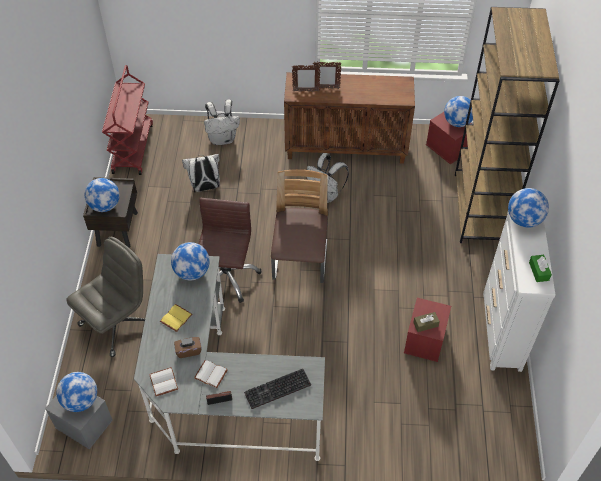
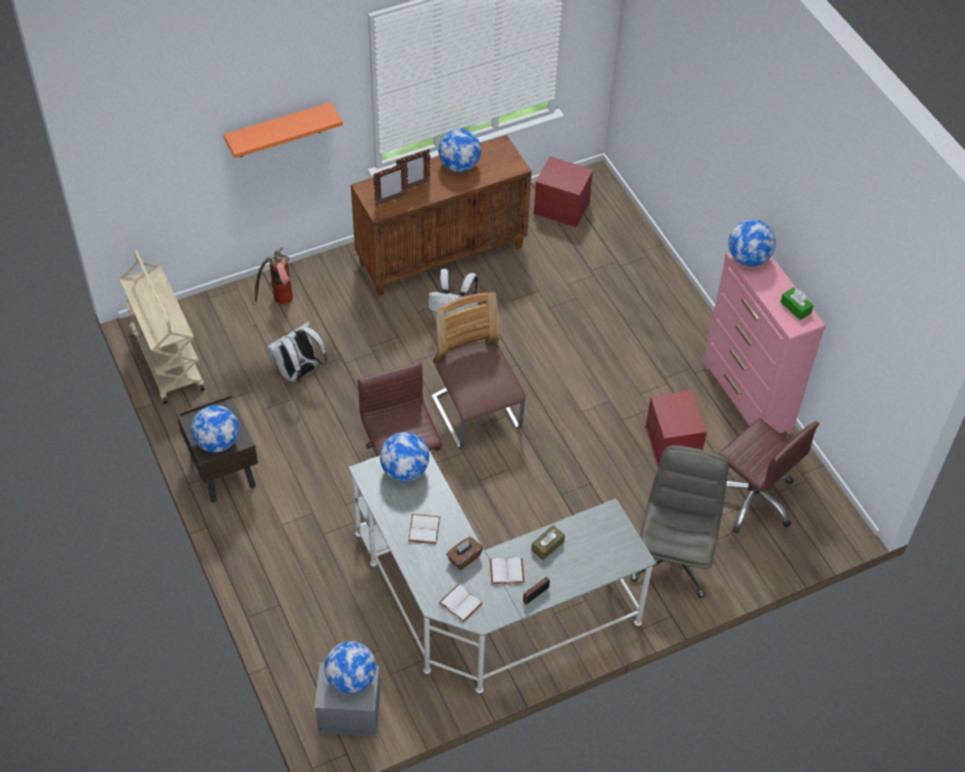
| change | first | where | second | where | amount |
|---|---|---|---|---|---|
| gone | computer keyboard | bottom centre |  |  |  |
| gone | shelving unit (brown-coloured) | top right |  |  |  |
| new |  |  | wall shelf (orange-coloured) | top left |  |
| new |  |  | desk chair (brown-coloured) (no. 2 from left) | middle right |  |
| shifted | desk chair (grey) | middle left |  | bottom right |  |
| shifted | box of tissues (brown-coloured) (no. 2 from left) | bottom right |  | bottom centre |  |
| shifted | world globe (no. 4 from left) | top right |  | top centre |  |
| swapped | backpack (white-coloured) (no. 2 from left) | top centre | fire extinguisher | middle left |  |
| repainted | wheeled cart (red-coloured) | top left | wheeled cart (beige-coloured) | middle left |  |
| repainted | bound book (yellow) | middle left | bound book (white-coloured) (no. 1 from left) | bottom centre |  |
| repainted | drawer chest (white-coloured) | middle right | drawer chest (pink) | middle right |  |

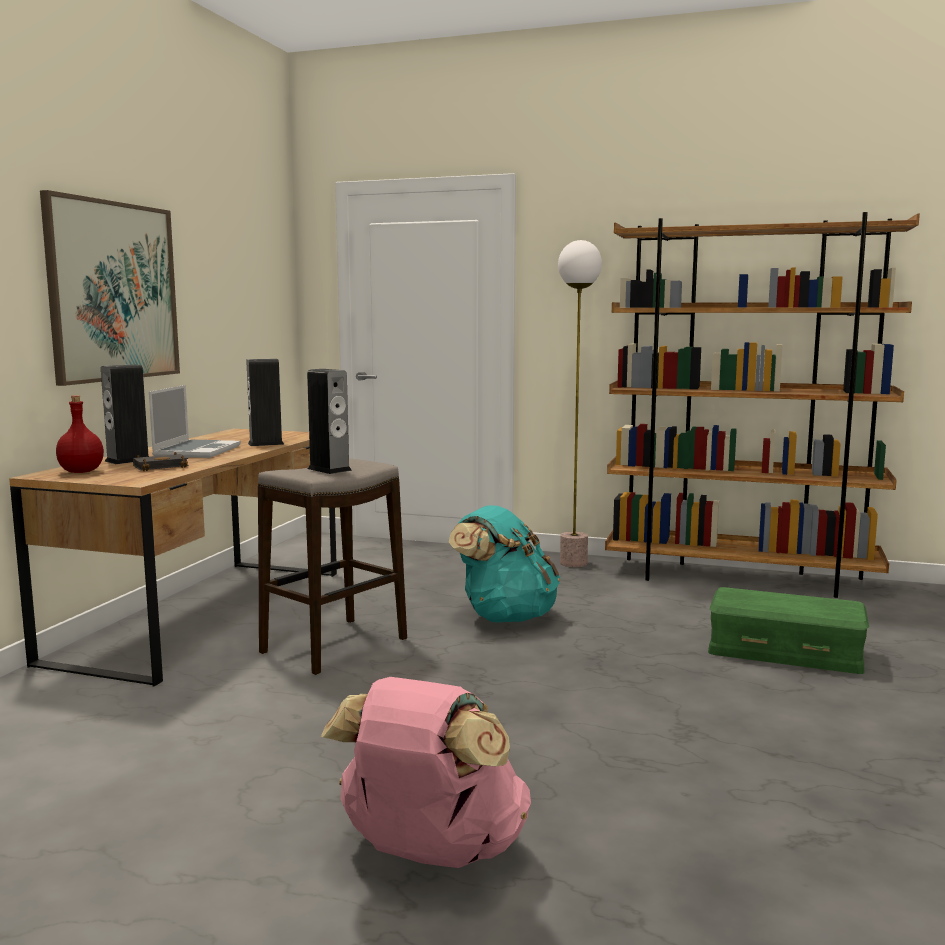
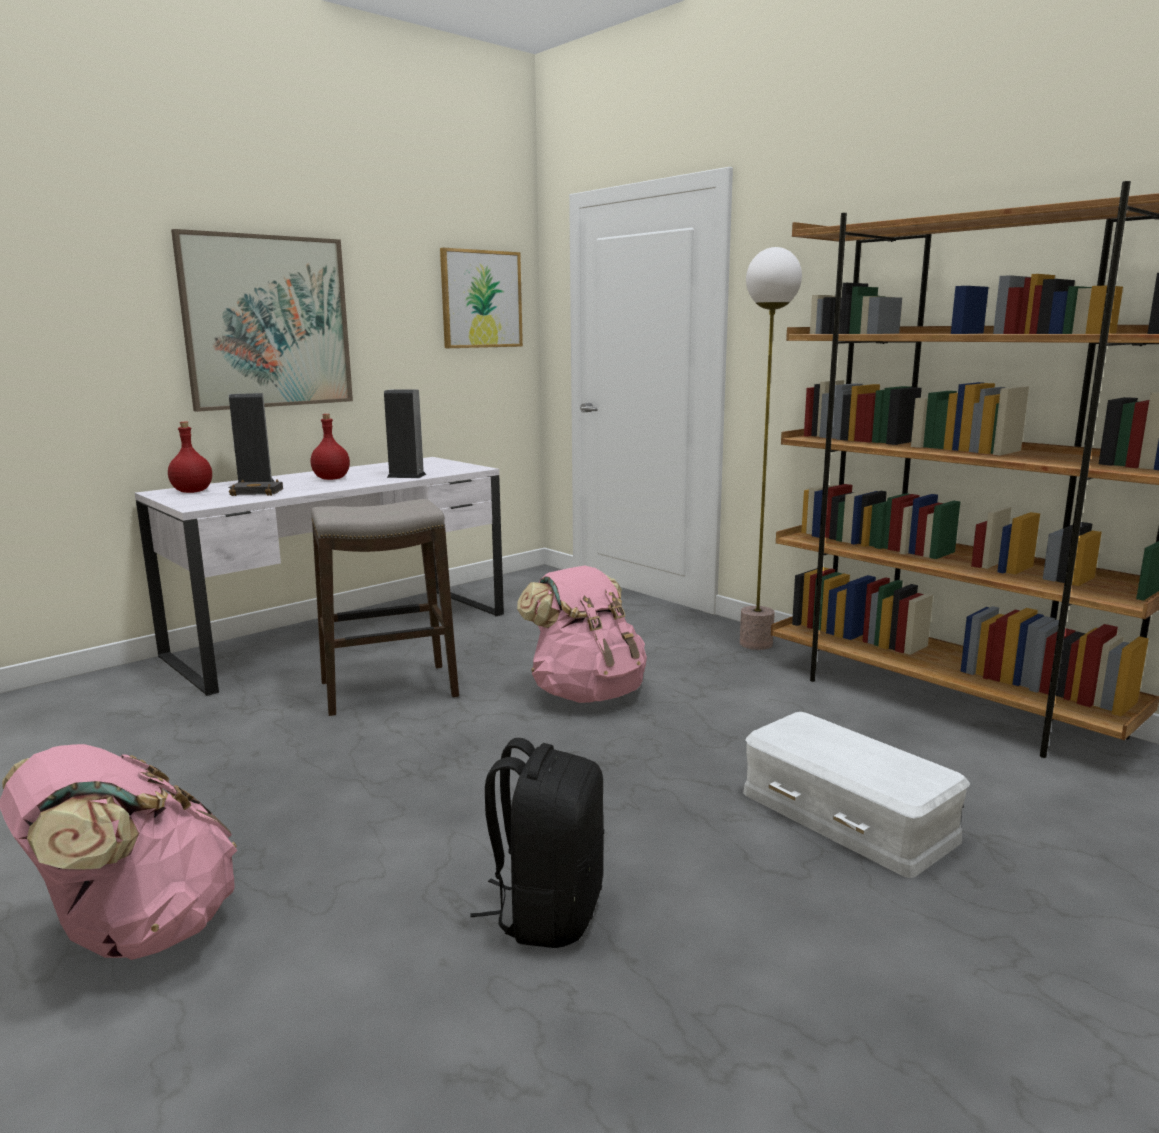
| change | first | where | second | where | amount |
|---|---|---|---|---|---|
| gone | loudspeaker (no. 3 from left) | centre |  |  |  |
| new |  |  | wall picture (no. 2 from left) | top centre |  |
| new |  |  | backpack (blackish) | bottom centre |  |
| swapped | notebook computer | middle left | bottle (red-coloured) (no. 2 from left) | middle left |  |
| repainted | desk table (brown-coloured) | middle left | desk table (white-coloured) | middle left |  |
| repainted | backpack (blue-green) | centre | backpack (pink) (no. 2 from left) | centre |  |
| repainted | storage container (green-coloured) | bottom right | storage container (white-coloured) | bottom right |  |

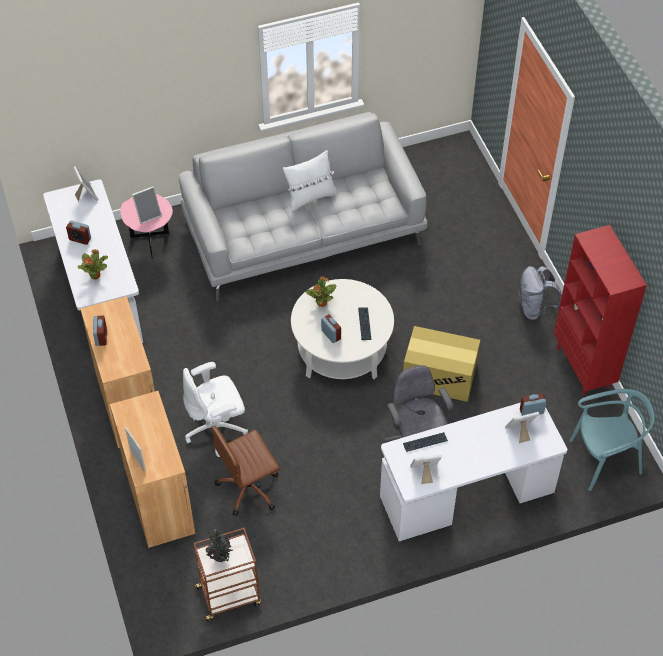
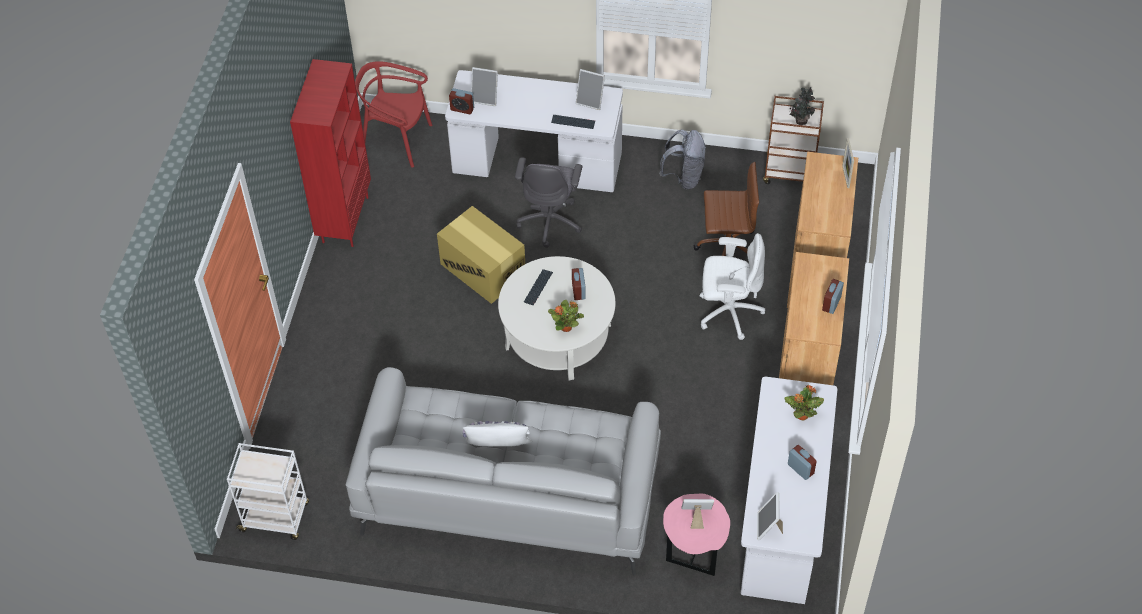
| change | first | where | second | where | amount |
|---|---|---|---|---|---|
| new |  |  | wheeled cart (white-coloured) | bottom left |  |
| shifted | backpack (grey) | middle right |  | top centre |  |
| repainted | upright chair (blue-green) | bottom right | upright chair (red-coloured) | top centre |  |

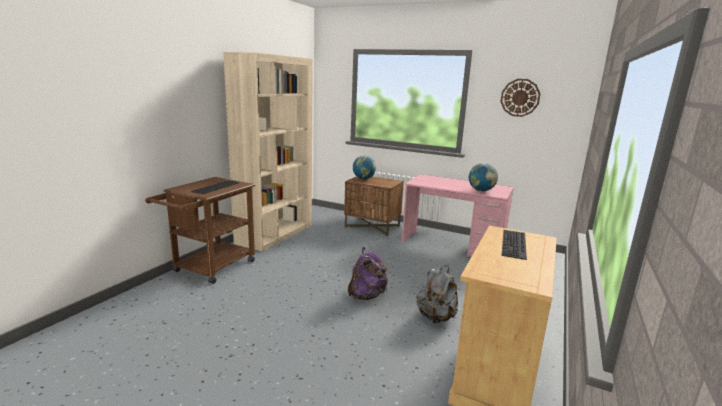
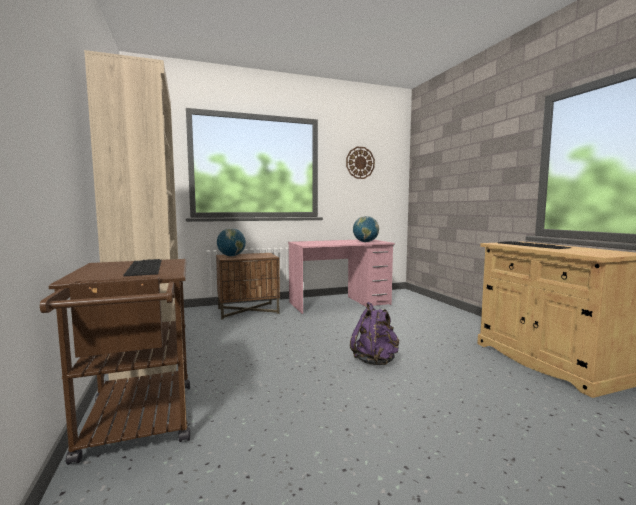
| change | first | where | second | where | amount |
|---|---|---|---|---|---|
| gone | backpack (grey) | bottom centre |  |  |  |

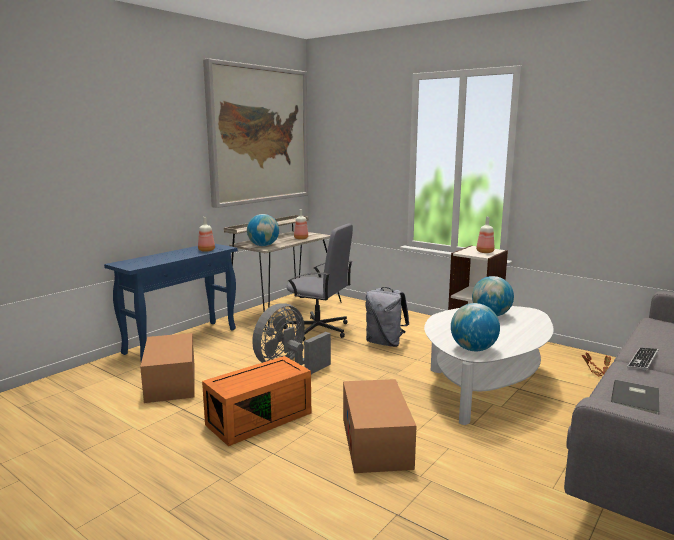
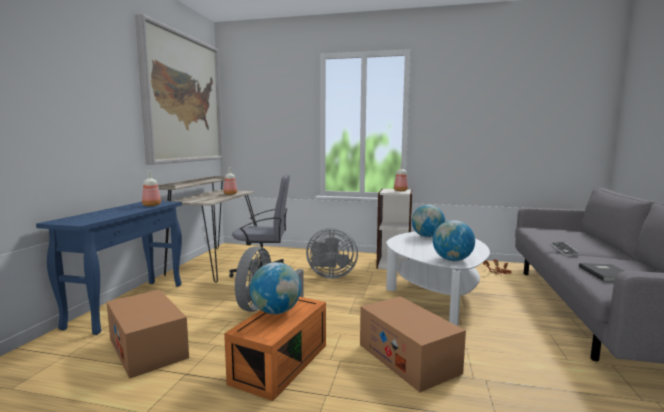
| change | first | where | second | where | amount |
|---|---|---|---|---|---|
| shifted | world globe (no. 1 from left) | centre |  | bottom centre |  |
| swapped | backpack (grey) | centre | electric fan (grey) (no. 2 from left) | centre |  |

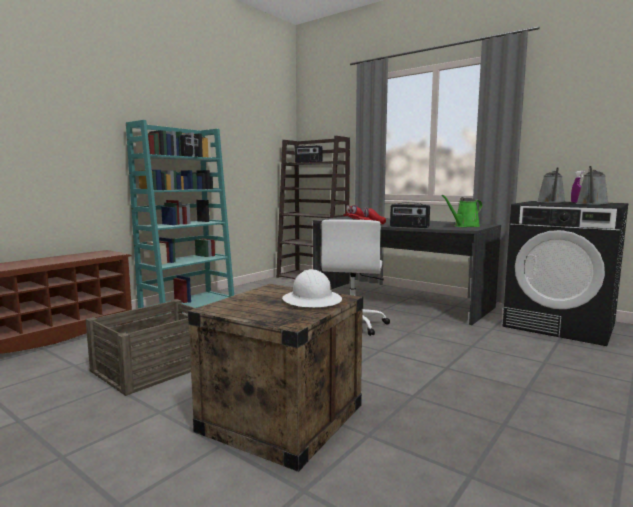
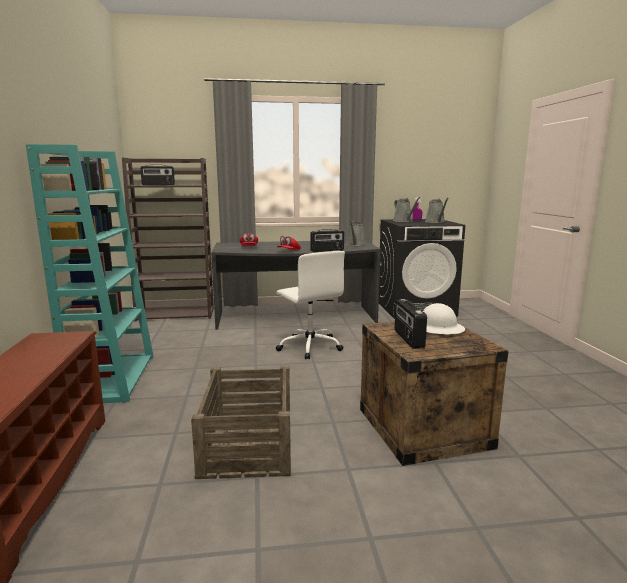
| change | first | where | second | where | amount |
|---|---|---|---|---|---|
| new |  |  | radio receiver (no. 4 from left) | centre |  |
| repainted | watering pot (green-coloured) | middle right | watering pot (grey) (no. 1 from left) | centre |  |

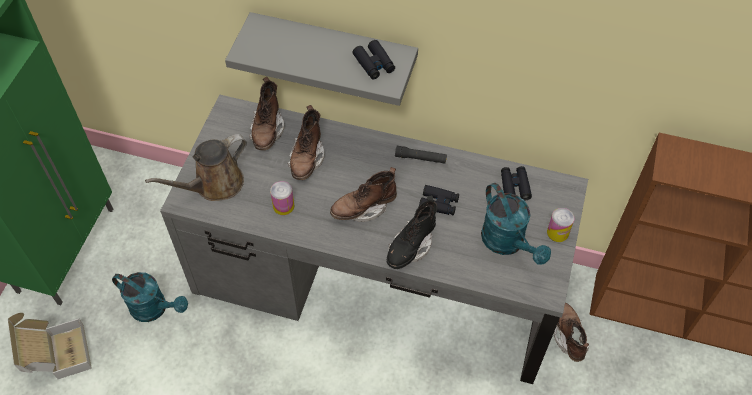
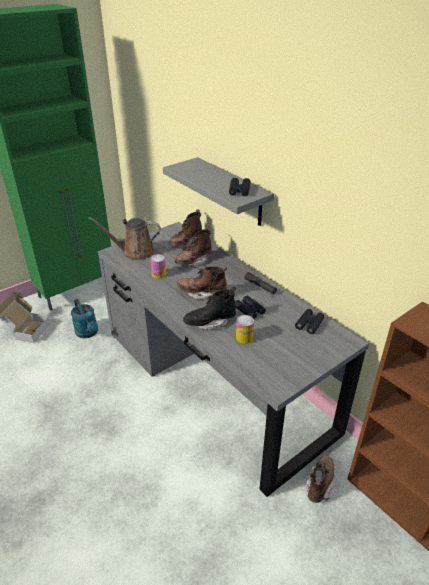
| change | first | where | second | where | amount |
|---|---|---|---|---|---|
| gone | watering pot (blue-green) (no. 2 from left) | middle right |  |  |  |
| shifted | can (no. 2 from left) | middle right |  | centre |  |

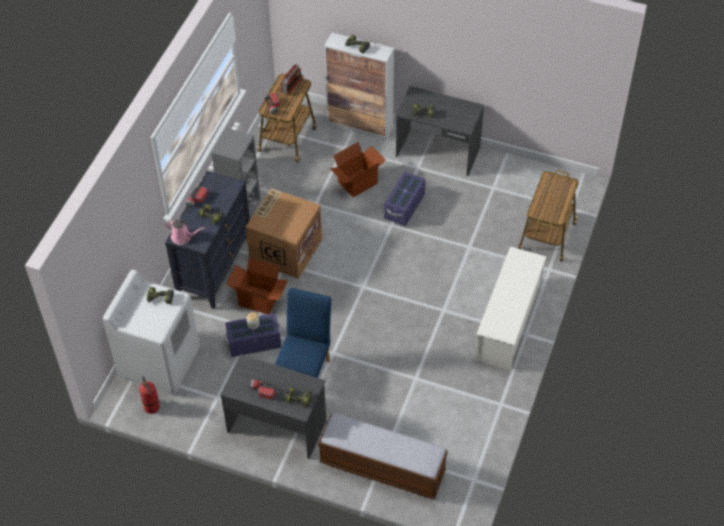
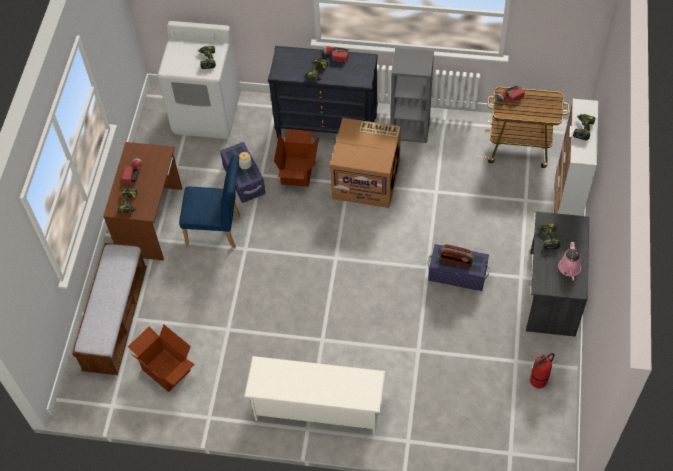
| change | first | where | second | where | amount |
|---|---|---|---|---|---|
| gone | wheeled cart (no. 2 from left) | middle right |  |  |  |
| shifted | fire extinguisher | bottom left |  | bottom right |  |
| shifted | watering pot (pink) | middle left |  | middle right |  |
| shifted | radio receiver | top centre |  | middle right |  |
| shifted | carton (no. 3 from left in the first image) | top centre | carton (no. 1 from left) | bottom left |  |
| repainted | desk table (grey) (no. 1 from left) | bottom centre | desk table (brown-coloured) | middle left |  |

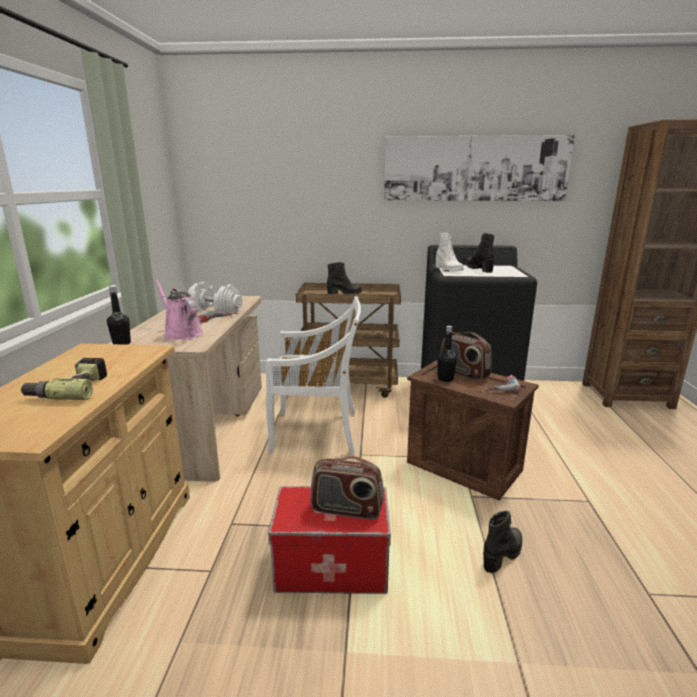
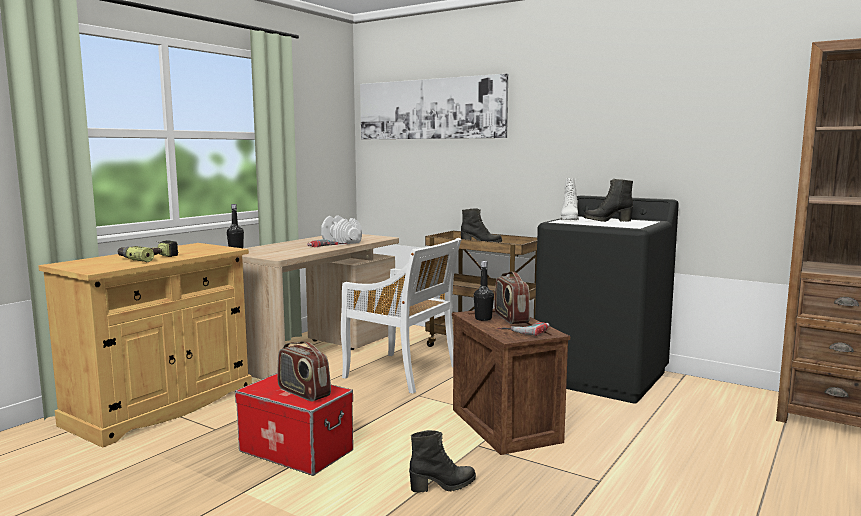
| change | first | where | second | where | amount |
|---|---|---|---|---|---|
| gone | watering pot (pink) | middle left |  |  |  |
| shifted | wall picture | top right |  | top centre |  |
| rotated | high-top boot (blackish) (no. 2 from left in the first image) | middle right | high-top boot (blackish) (no. 3 from left) | middle right | 105 degrees counterclockwise |

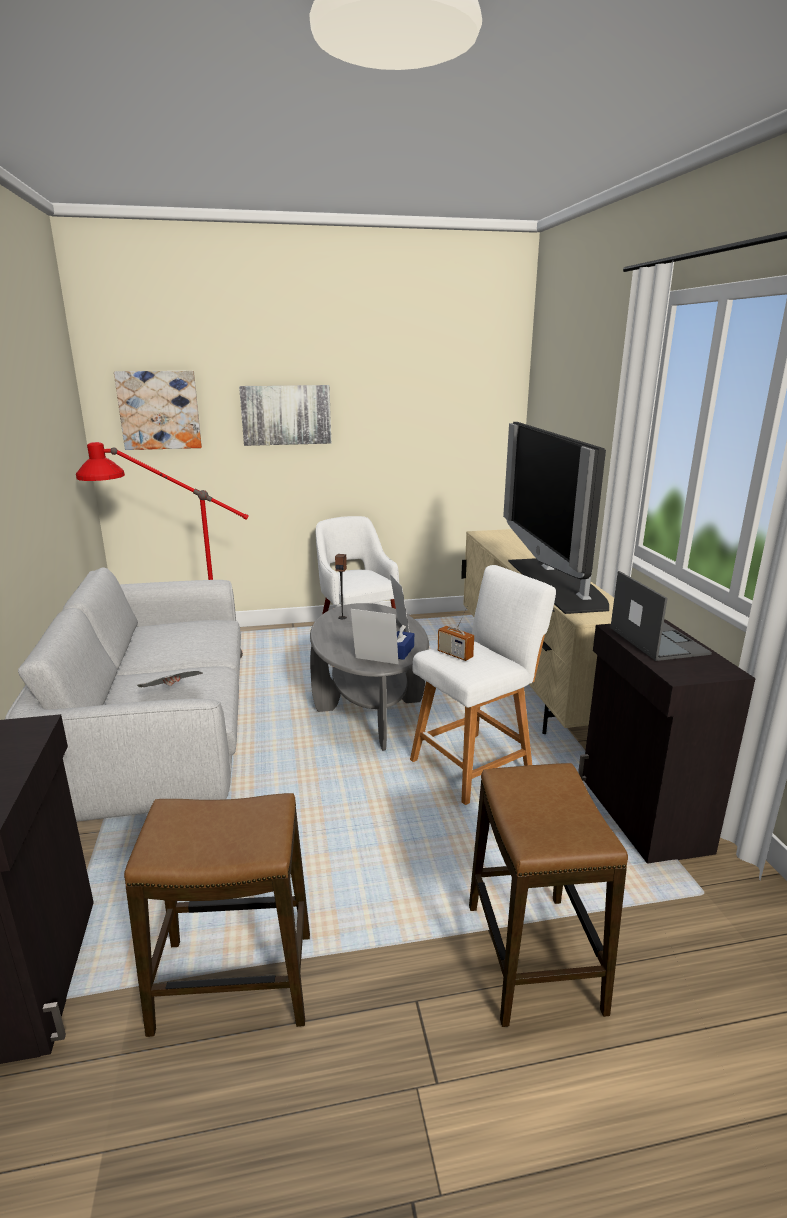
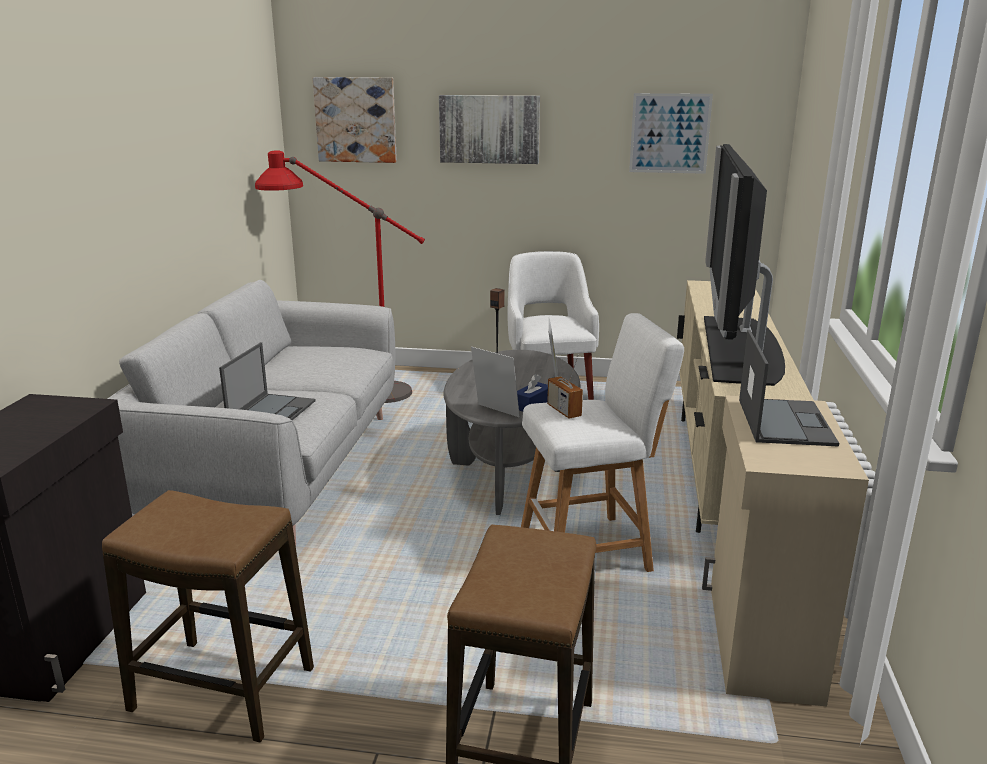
| change | first | where | second | where | amount |
|---|---|---|---|---|---|
| new |  |  | wall picture (no. 3 from left) | top right |  |
| swapped | daily paper | middle left | notebook computer (no. 1 from left) | middle left |  |
| repainted | cabinet (blackish) (no. 2 from left) | middle right | cabinet (beige-coloured) | bottom right |  |

